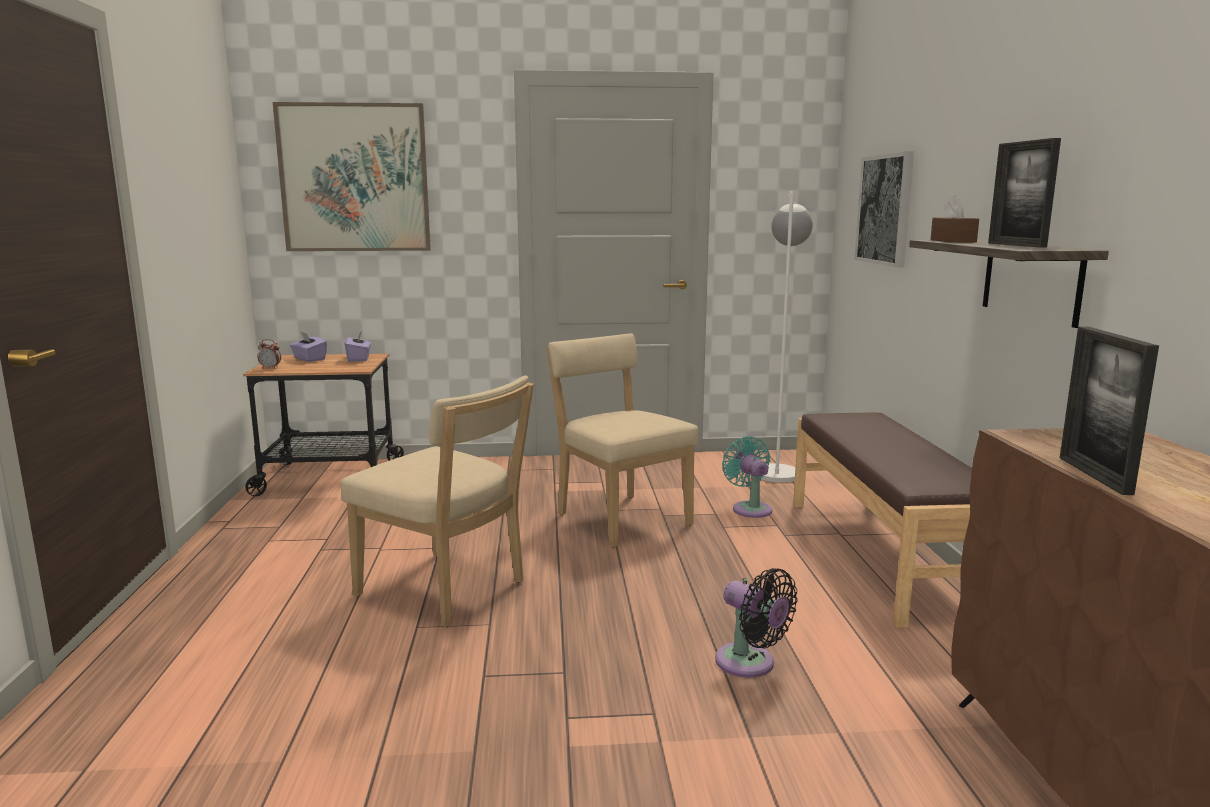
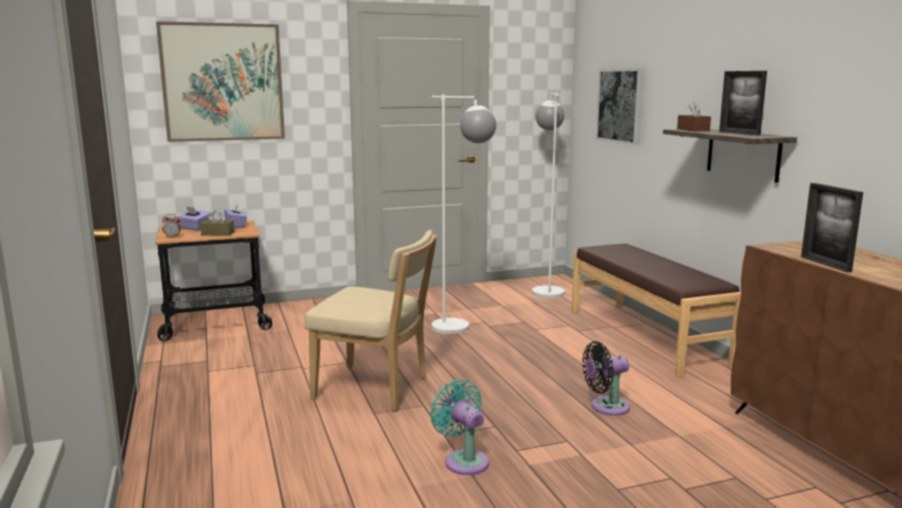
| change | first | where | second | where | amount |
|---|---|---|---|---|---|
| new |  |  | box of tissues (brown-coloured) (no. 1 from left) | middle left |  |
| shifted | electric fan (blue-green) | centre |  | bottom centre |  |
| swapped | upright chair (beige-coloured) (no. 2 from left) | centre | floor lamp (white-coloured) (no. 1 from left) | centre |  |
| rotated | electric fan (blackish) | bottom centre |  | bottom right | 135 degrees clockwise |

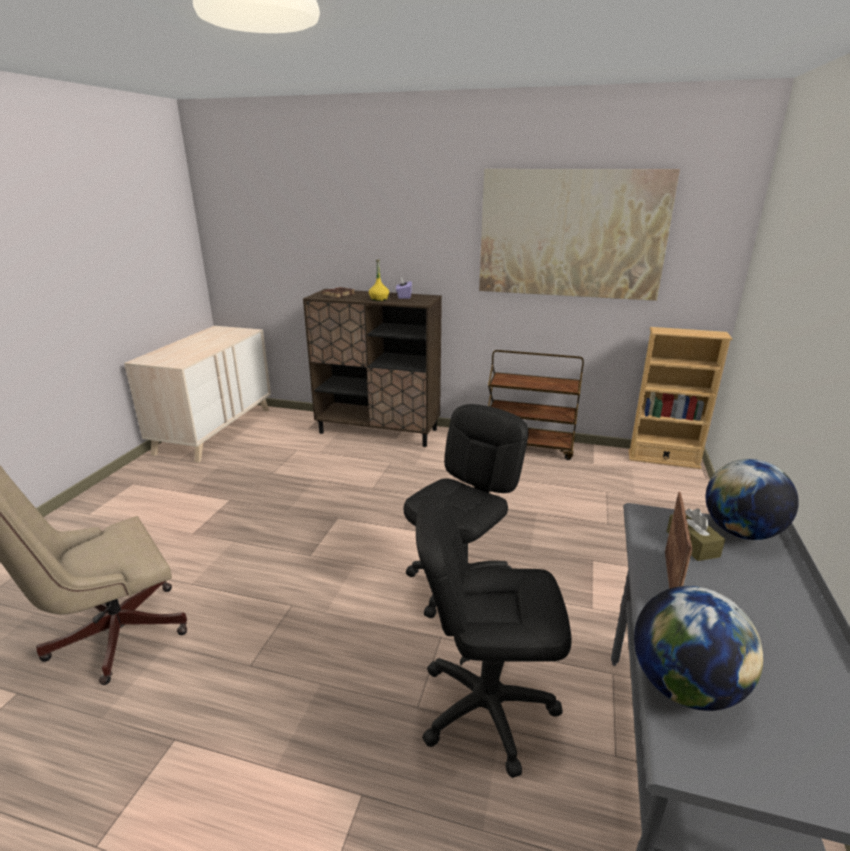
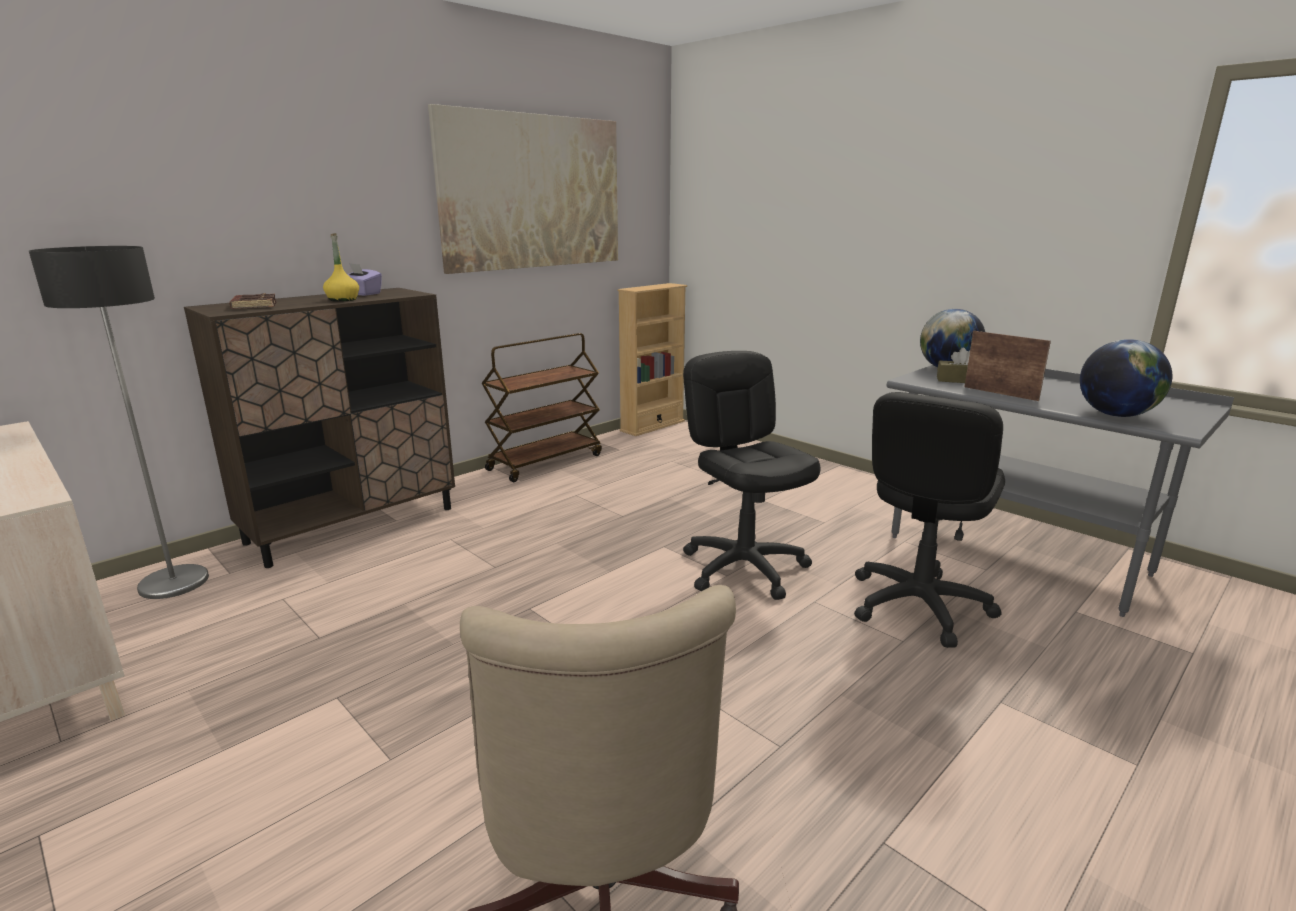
| change | first | where | second | where | amount |
|---|---|---|---|---|---|
| new |  |  | floor lamp | middle left |  |

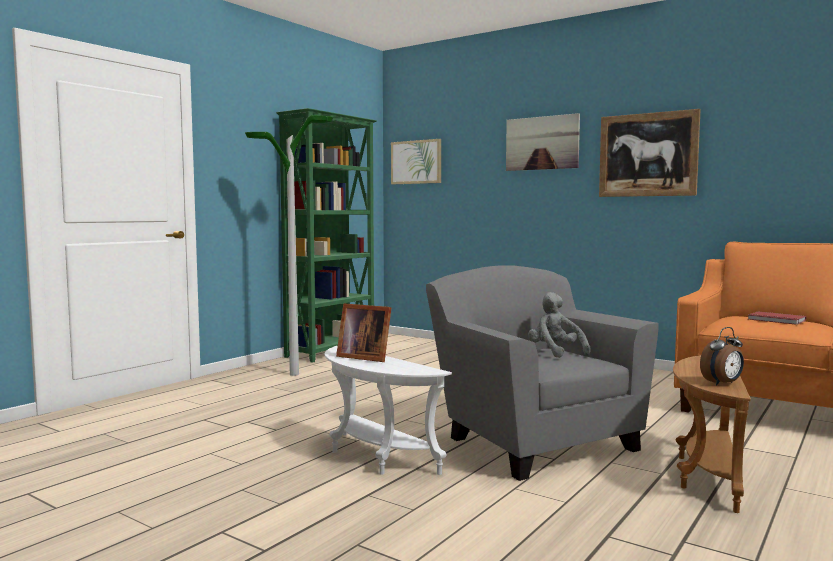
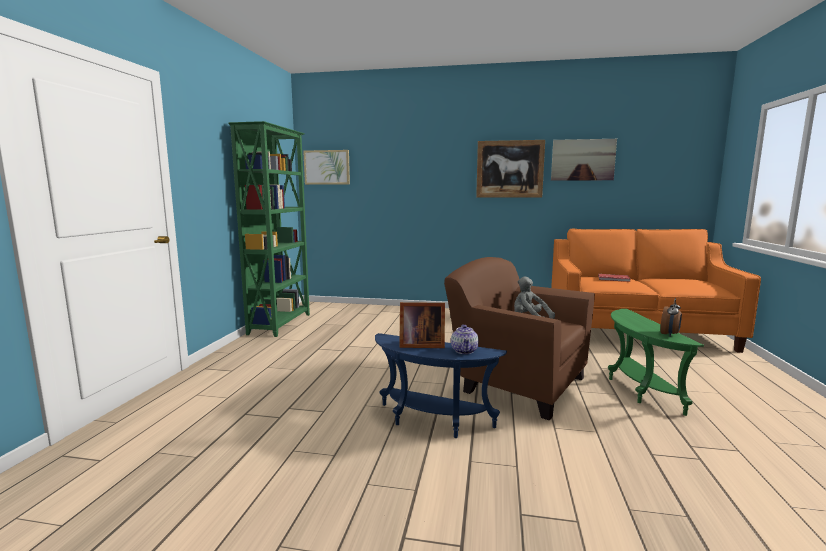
| change | first | where | second | where | amount |
|---|---|---|---|---|---|
| gone | floor lamp | centre |  |  |  |
| new |  |  | tea pot | centre |  |
| shifted | wall picture (no. 2 from left in the first image) | top centre | wall picture (no. 3 from left) | top right |  |
| repainted | end table (white-coloured) | bottom centre | end table (blue) | bottom centre |  |
| repainted | easy chair (grey) | centre | easy chair (brown-coloured) | centre |  |
| repainted | end table (brown-coloured) | bottom right | end table (green-coloured) | middle right |  |

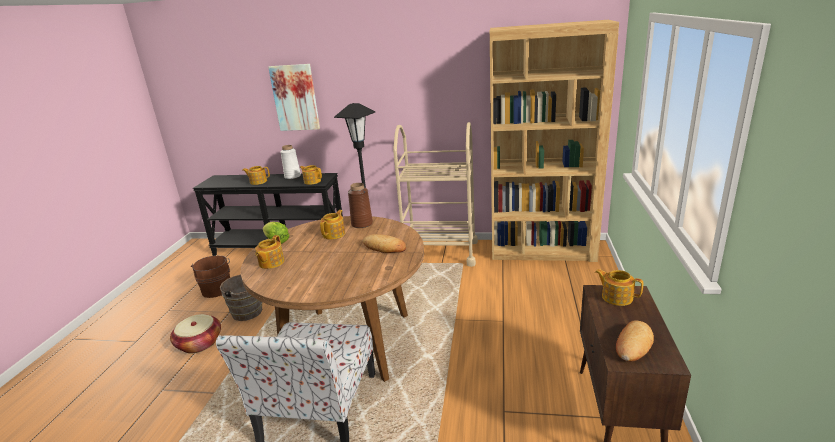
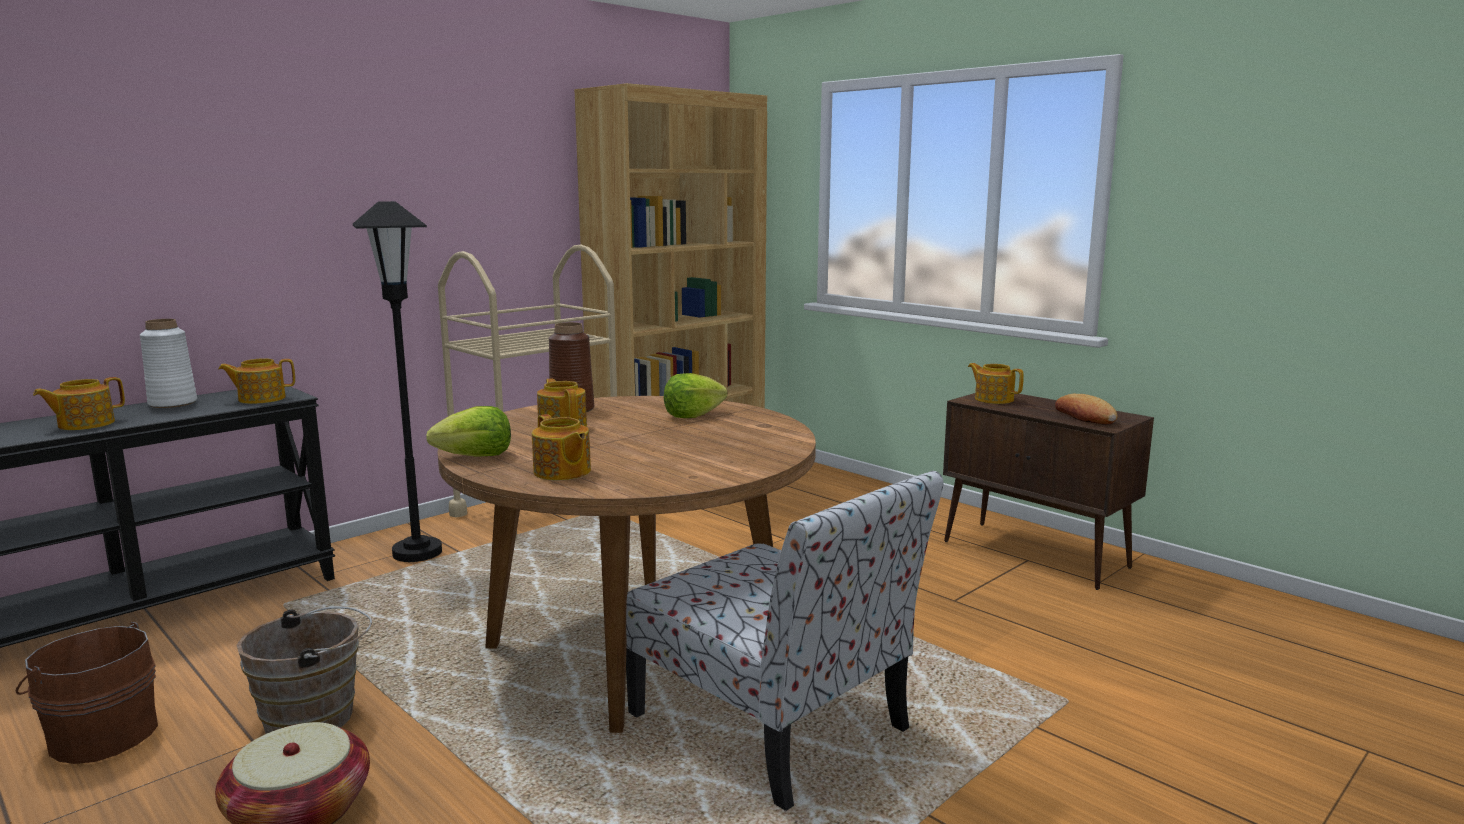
| change | first | where | second | where | amount |
|---|---|---|---|---|---|
| gone | wall picture | top centre |  |  |  |
| swapped | bakery bread (no. 1 from left) | centre | head of lettuce (no. 2 from left) | centre |  |
| rotated | tea pot (no. 5 from left) | middle right |  | middle right | 60 degrees clockwise |

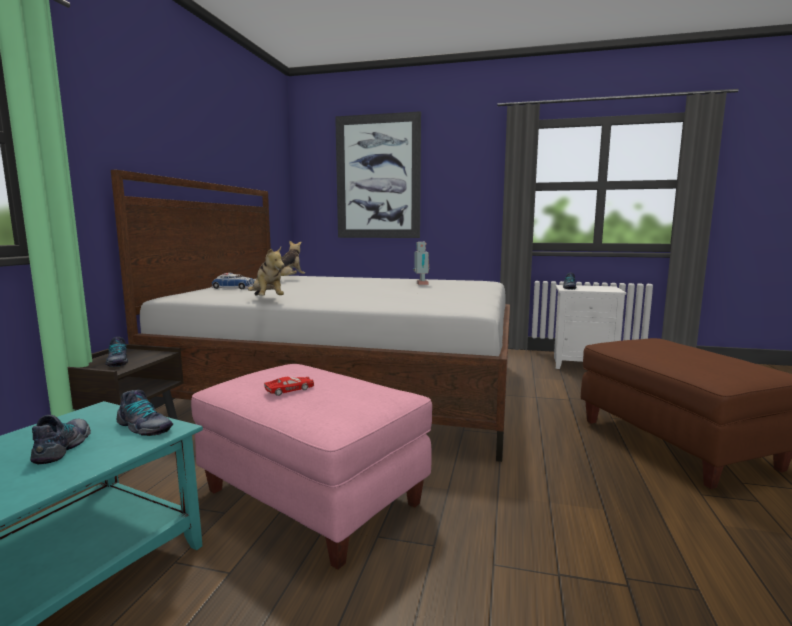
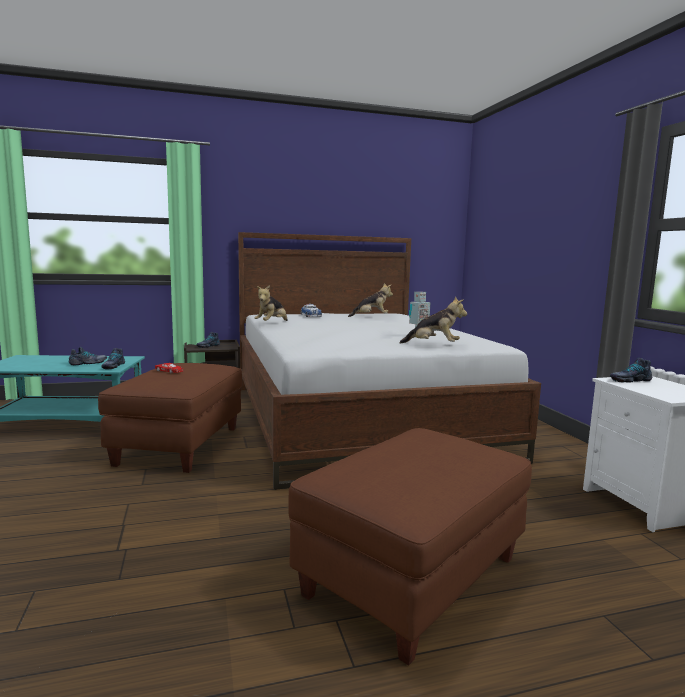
| change | first | where | second | where | amount |
|---|---|---|---|---|---|
| gone | wall picture | top centre |  |  |  |
| new |  |  | soft toy (no. 3 from left) | centre |  |
| repainted | pouffe (pink) | bottom centre | pouffe (brown-coloured) (no. 1 from left) | middle left |  |

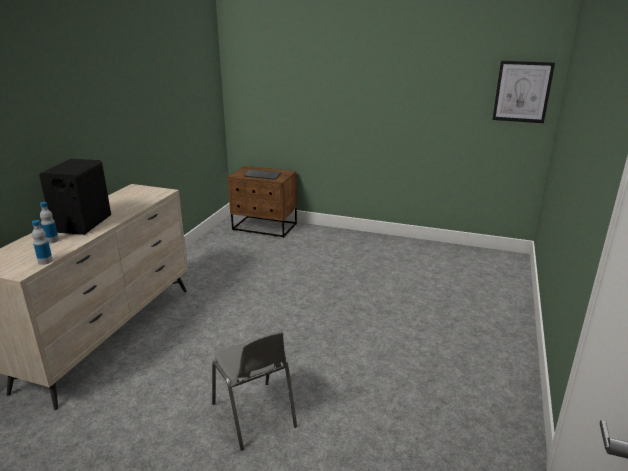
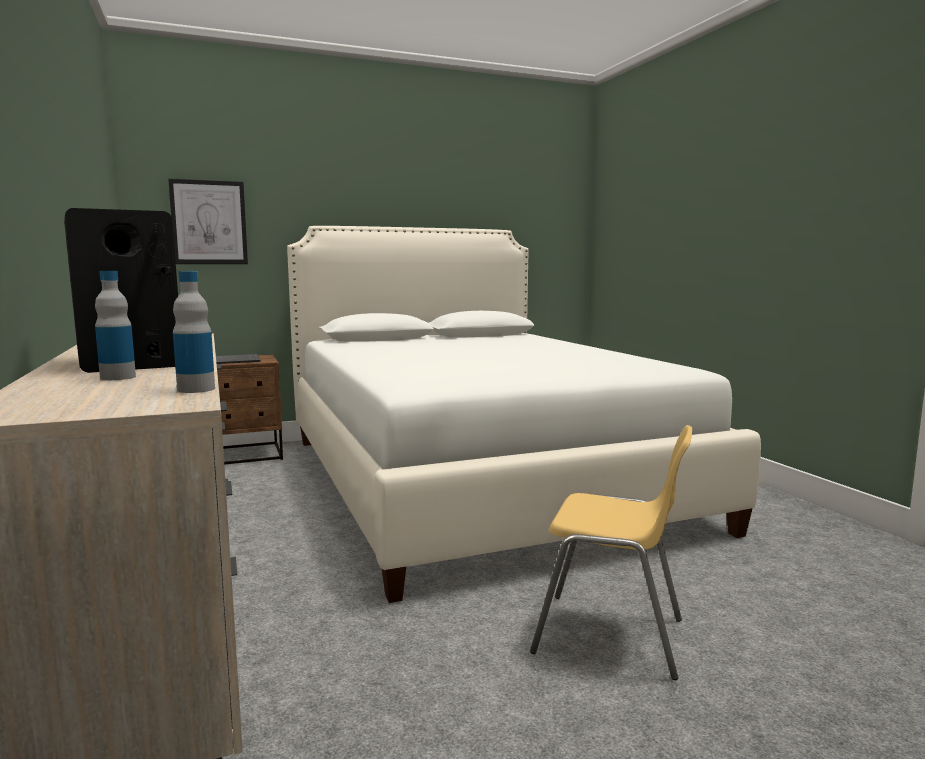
| change | first | where | second | where | amount |
|---|---|---|---|---|---|
| new |  |  | bed (white-coloured) | centre |  |
| shifted | wall picture | top right |  | top left |  |
| repainted | upright chair (grey) | bottom centre | upright chair (yellow) | bottom centre |  |

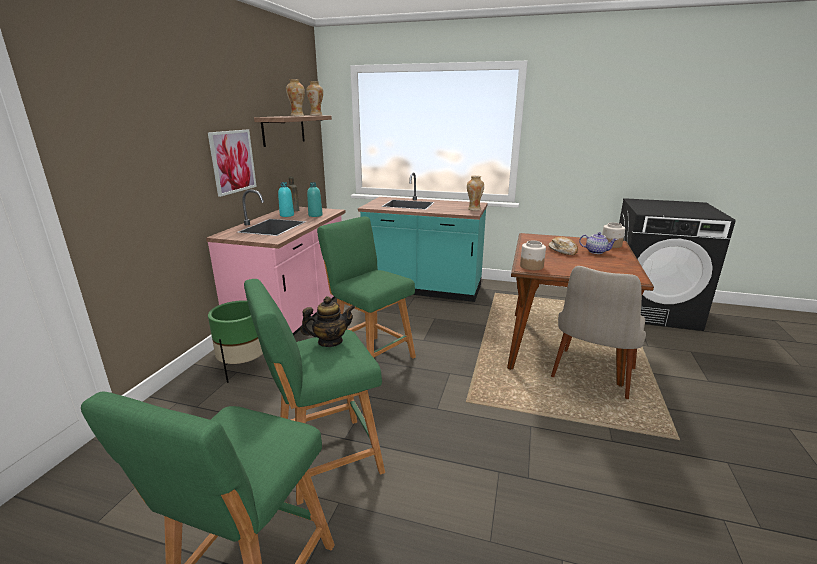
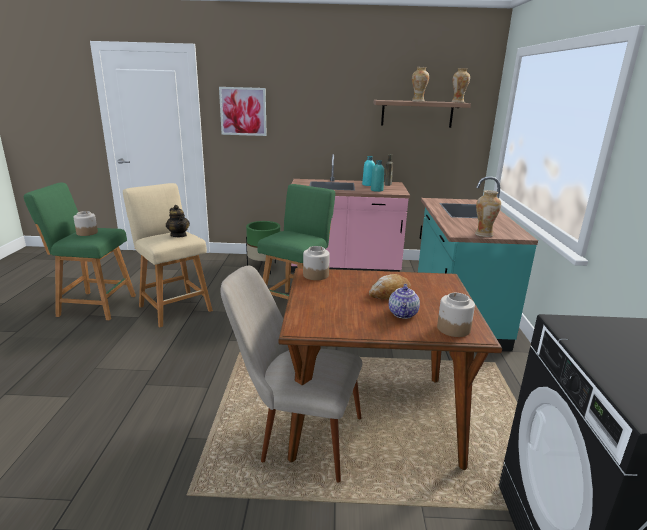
| change | first | where | second | where | amount |
|---|---|---|---|---|---|
| new |  |  | preserve jar (no. 1 from left) | middle left |  |
| shifted | wall picture | top left |  | top centre |  |
| repainted | stool (green-coloured) (no. 2 from left) | bottom centre | stool (beige-coloured) | middle left |  |

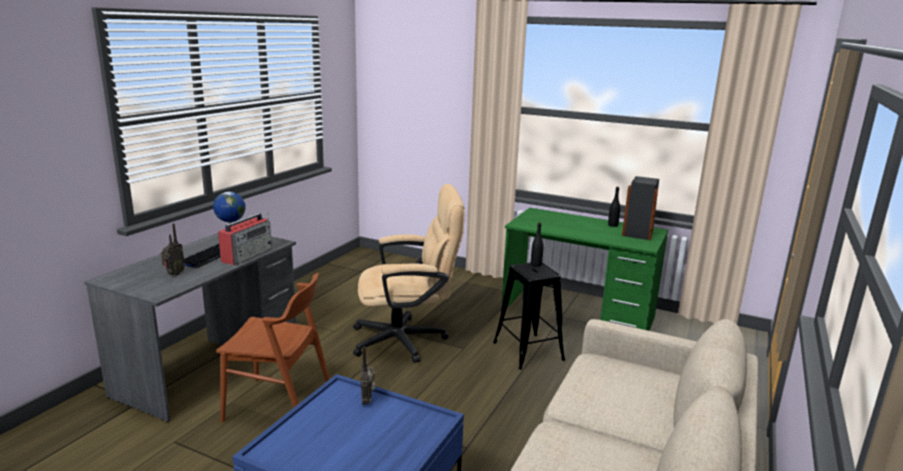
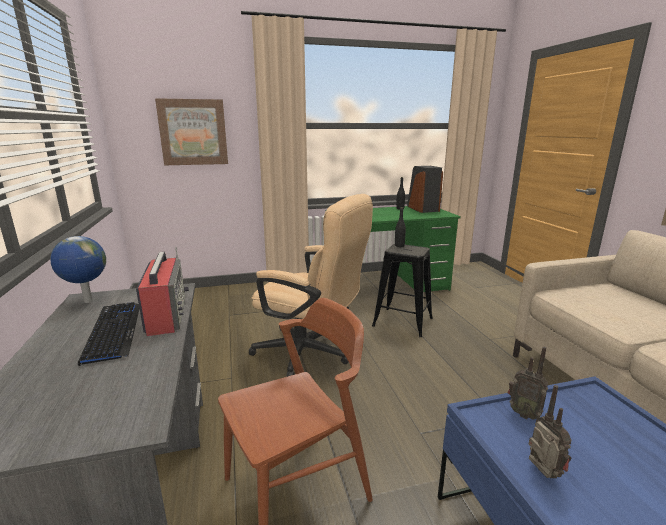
| change | first | where | second | where | amount |
|---|---|---|---|---|---|
| new |  |  | wall picture | top left |  |
| shifted | radio receiver (no. 1 from left in the first image) | middle left | radio receiver (no. 3 from left) | bottom right |  |
| rotated | desk chair (beige-coloured) | centre |  | centre | 75 degrees clockwise |

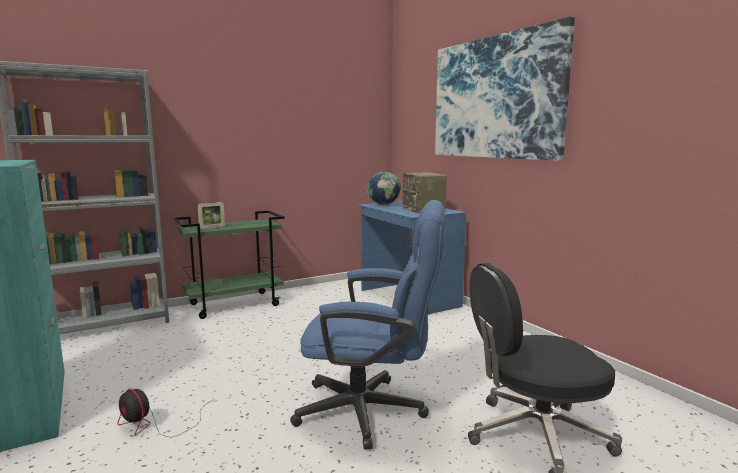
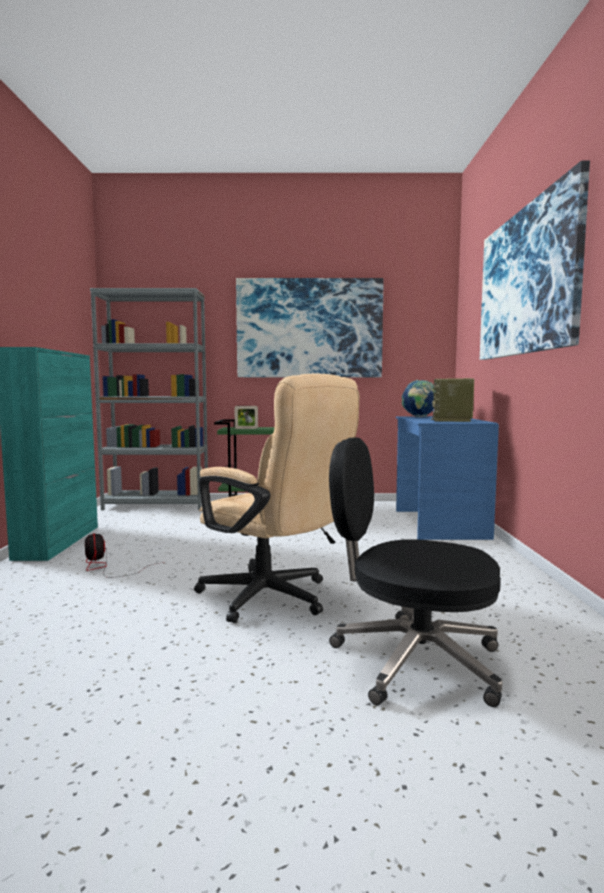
| change | first | where | second | where | amount |
|---|---|---|---|---|---|
| new |  |  | wall picture (no. 1 from left) | centre |  |
| repainted | desk chair (blue) | bottom centre | desk chair (beige-coloured) | centre |  |

